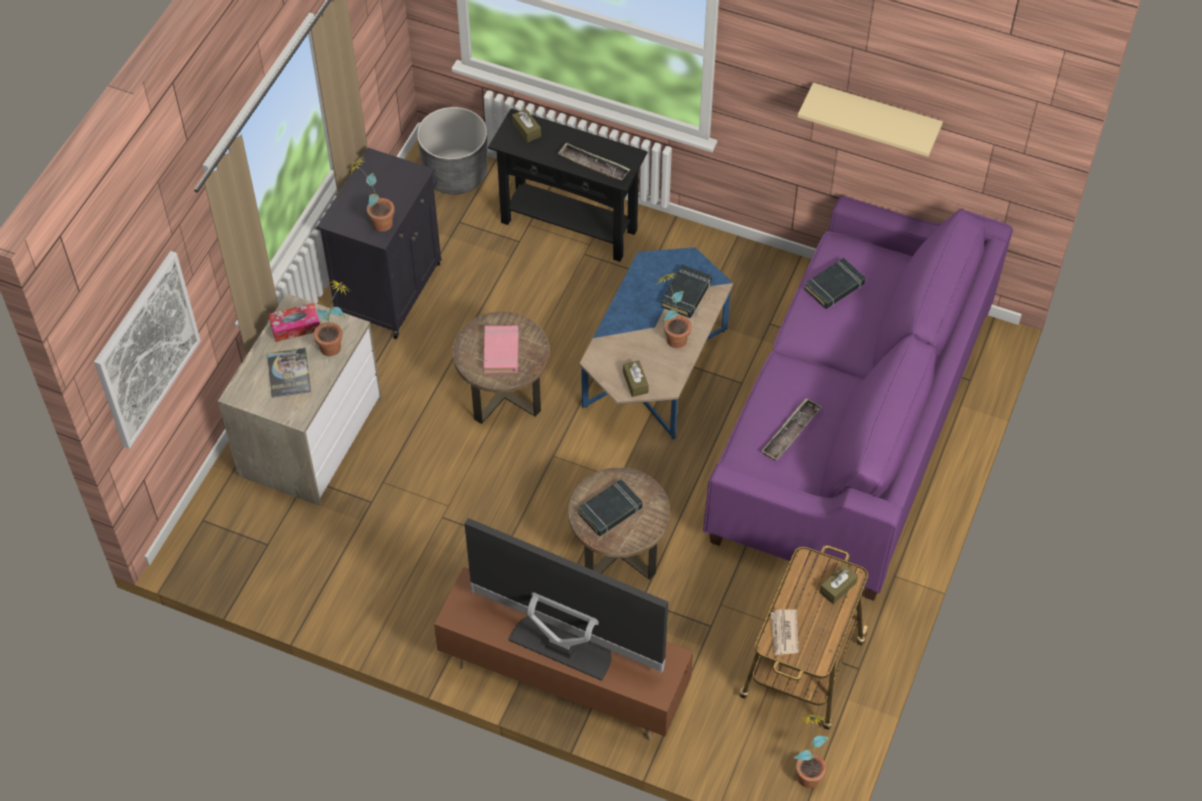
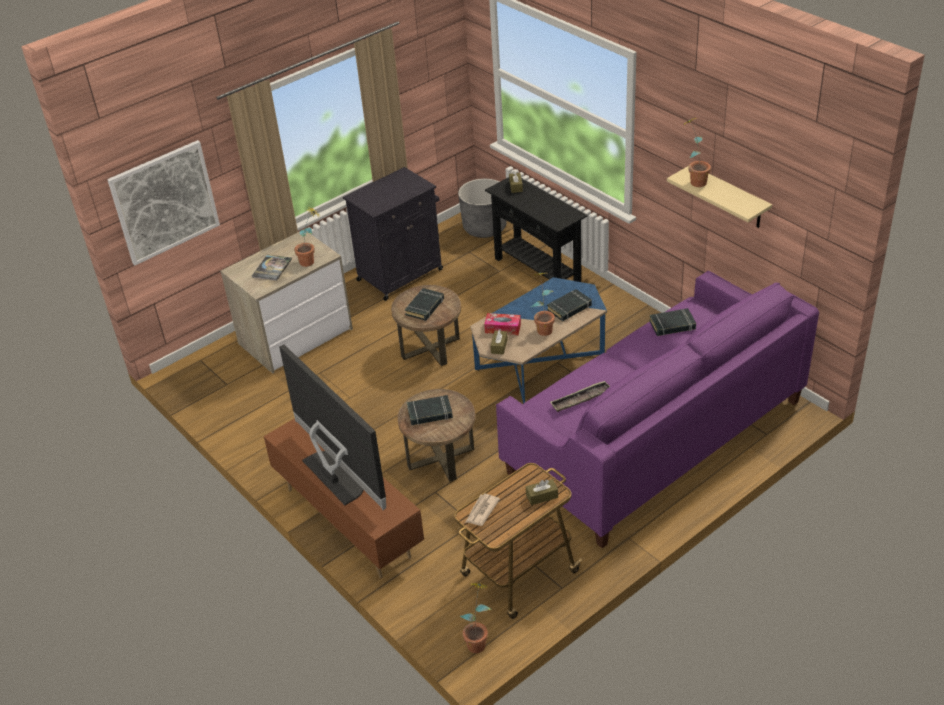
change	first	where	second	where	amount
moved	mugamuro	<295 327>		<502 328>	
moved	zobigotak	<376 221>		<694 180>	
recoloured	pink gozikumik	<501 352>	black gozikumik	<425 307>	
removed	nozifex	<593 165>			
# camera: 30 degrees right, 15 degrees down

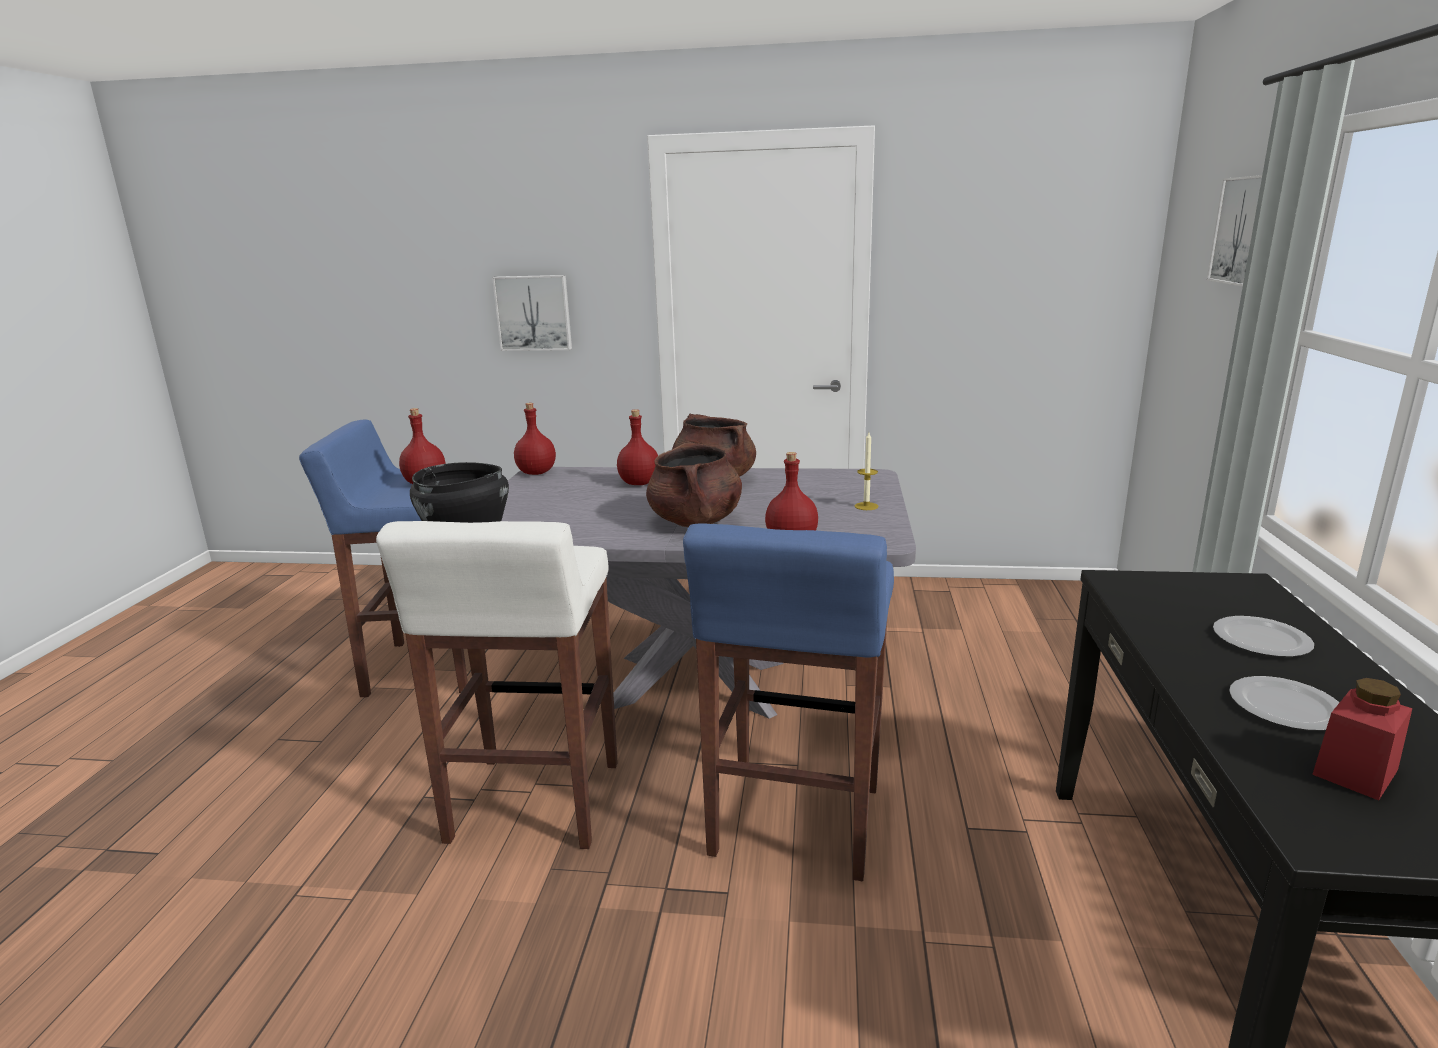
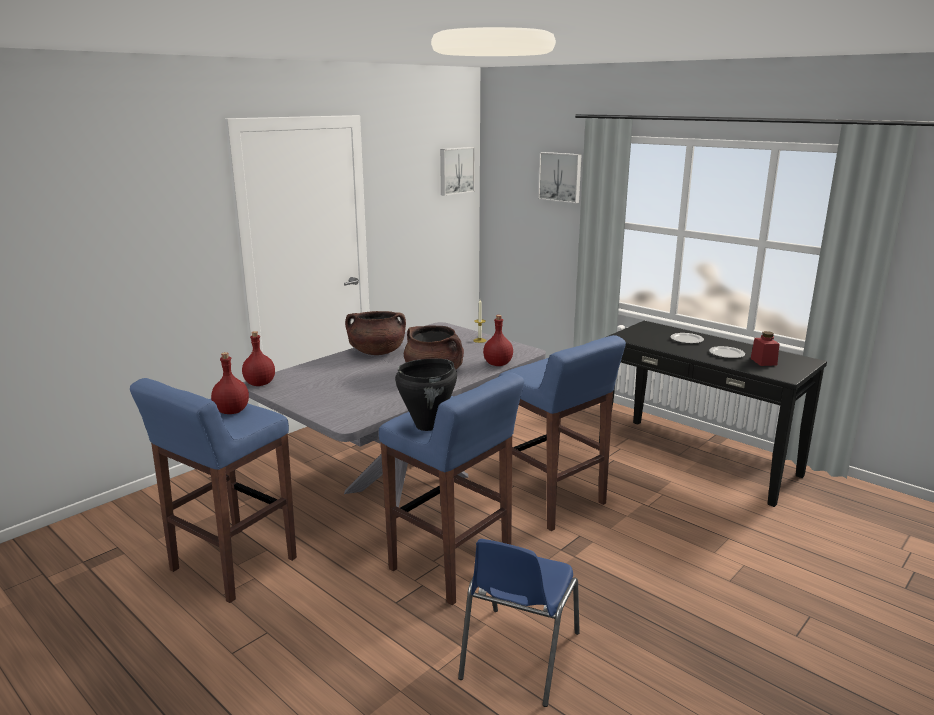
change	first	where	second	where	amount
recoloured	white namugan	<533 803>	blue namugan	<452 566>	
moved	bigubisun	<534 313>		<455 170>	
removed	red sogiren	<640 483>			
added			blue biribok	<518 656>	
# camera: 55 degrees left, 0 degrees up

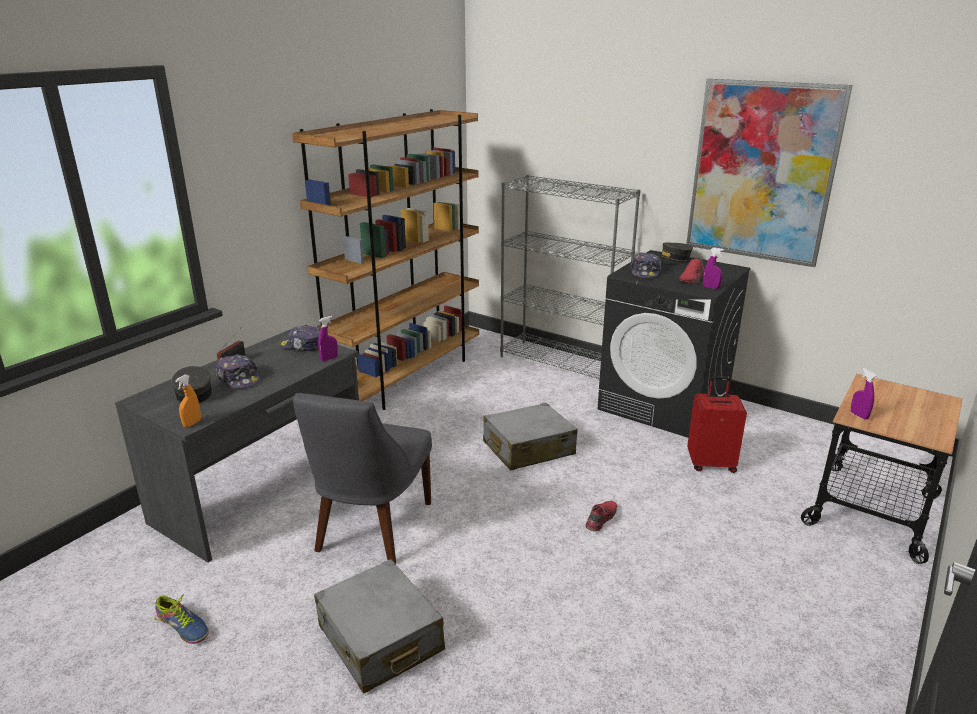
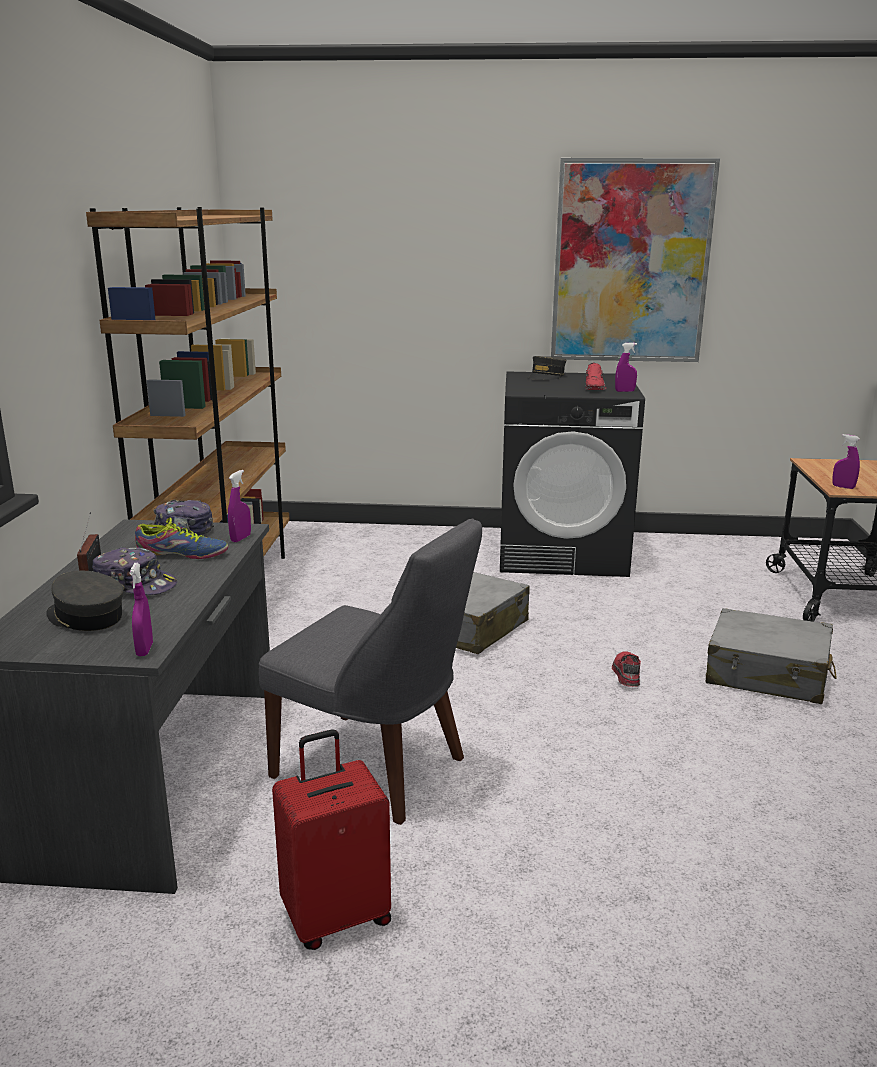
change	first	where	second	where	amount
moved	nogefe	<183 626>		<182 553>	
recoloured	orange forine	<192 423>	purple forine	<144 650>	
turned	grey biribok	<371 529>		<376 769>	45 degrees counterclockwise
moved	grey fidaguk	<380 639>		<767 674>	
removed	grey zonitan	<562 363>			
removed	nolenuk	<645 272>			
moved	red fidaguk	<711 463>		<336 916>	
# camera: 30 degrees left, 5 degrees down

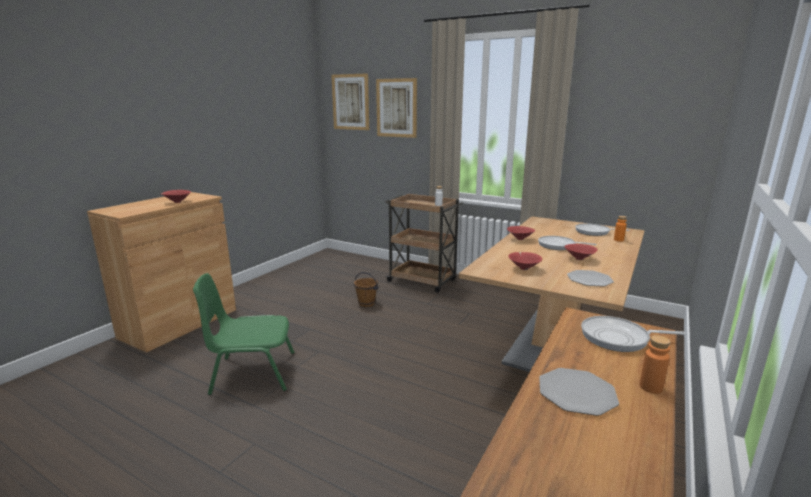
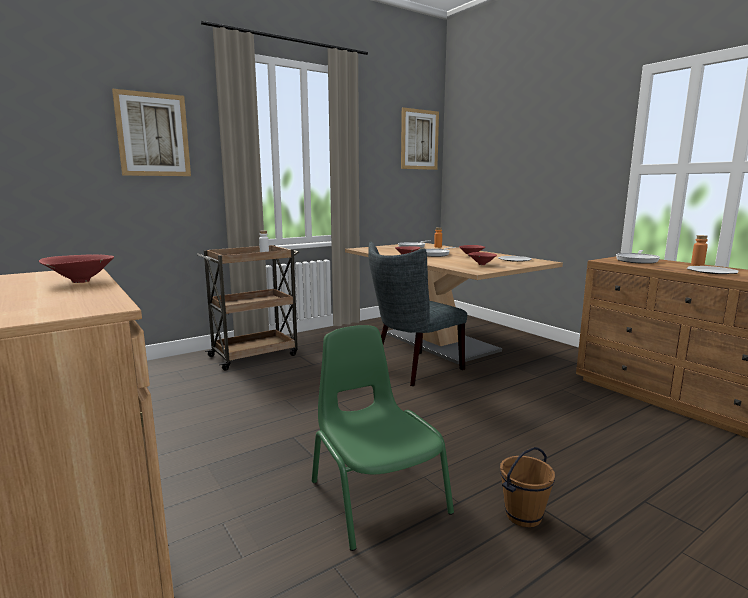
change	first	where	second	where	amount
turned	green biribok	<252 373>		<376 496>	135 degrees clockwise
moved	bigubisun	<350 102>		<419 139>	
moved	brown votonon	<366 303>		<523 515>	
added			grey biribok	<413 370>	
# camera: 65 degrees left, 5 degrees down

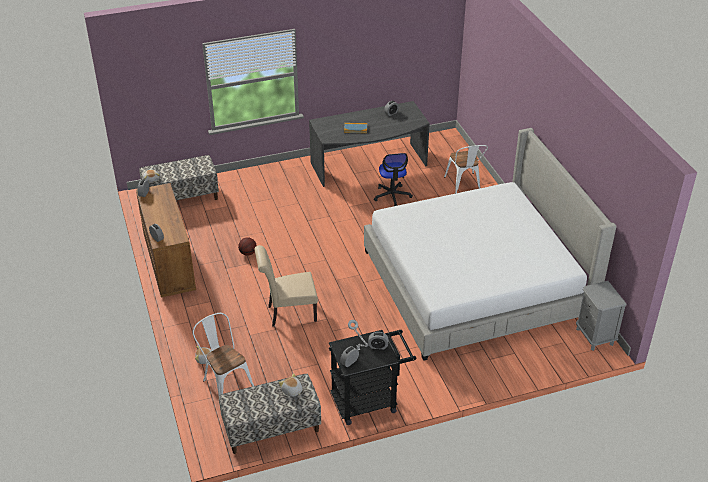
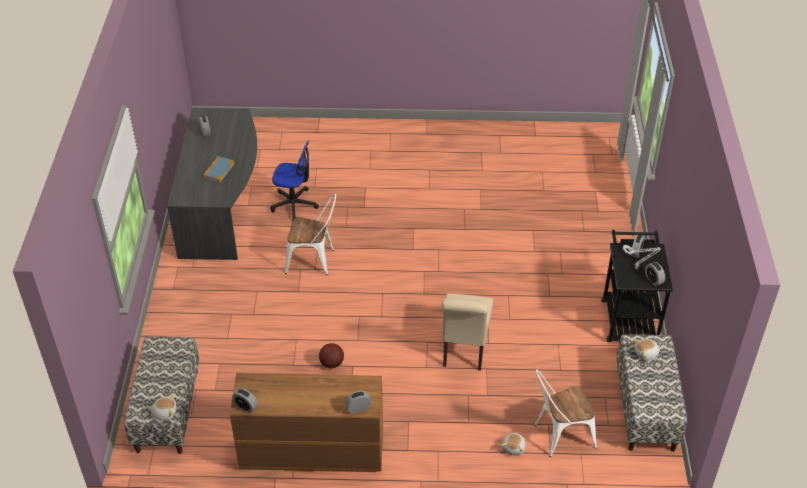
change	first	where	second	where	amount
removed	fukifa	<475 283>			
moved	white biribok	<464 185>		<314 260>	
removed	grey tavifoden	<595 336>			
# camera: 70 degrees left, 5 degrees up

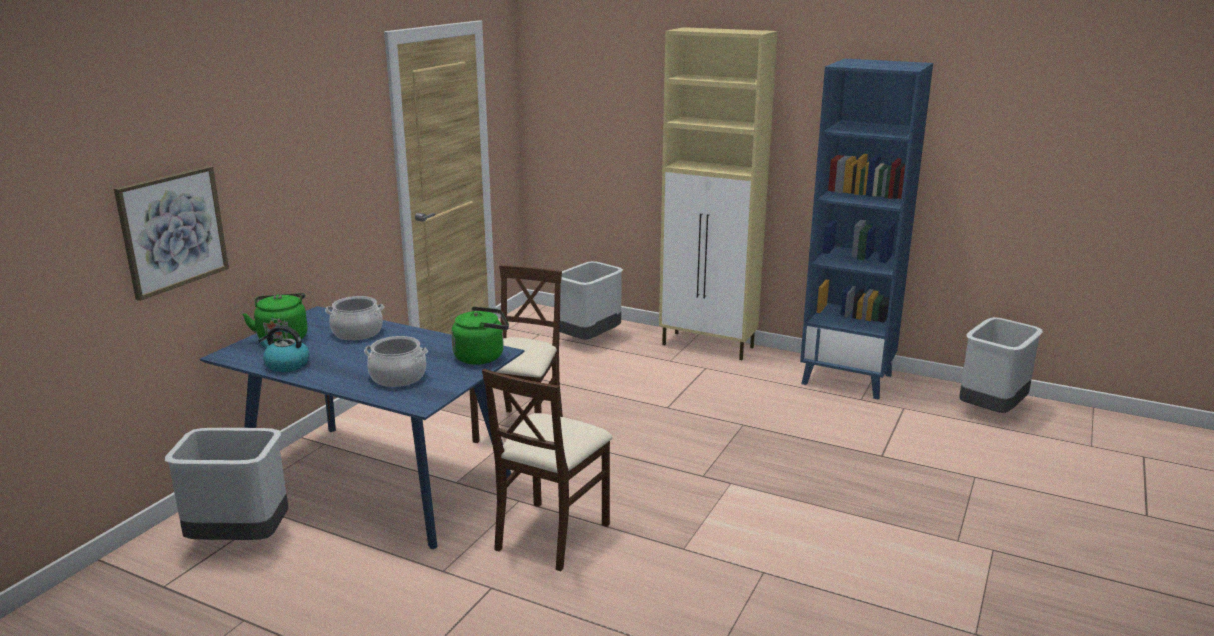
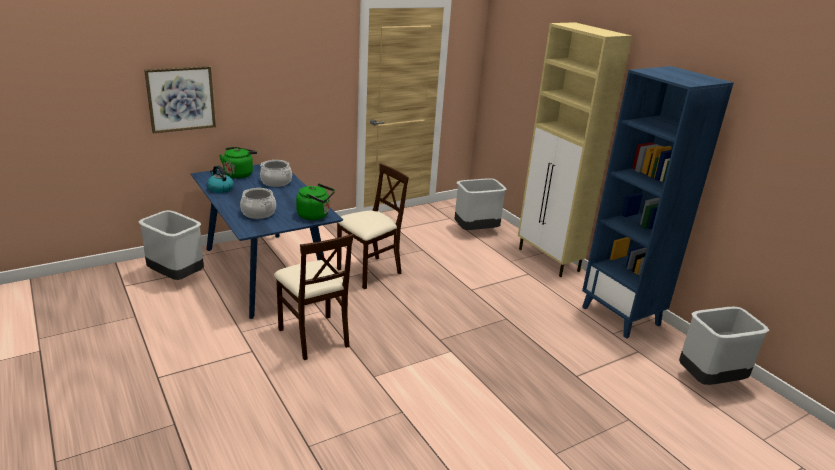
change	first	where	second	where	amount
turned	beige biribok	<551 534>		<314 336>	90 degrees counterclockwise
# camera: 30 degrees right, 5 degrees up

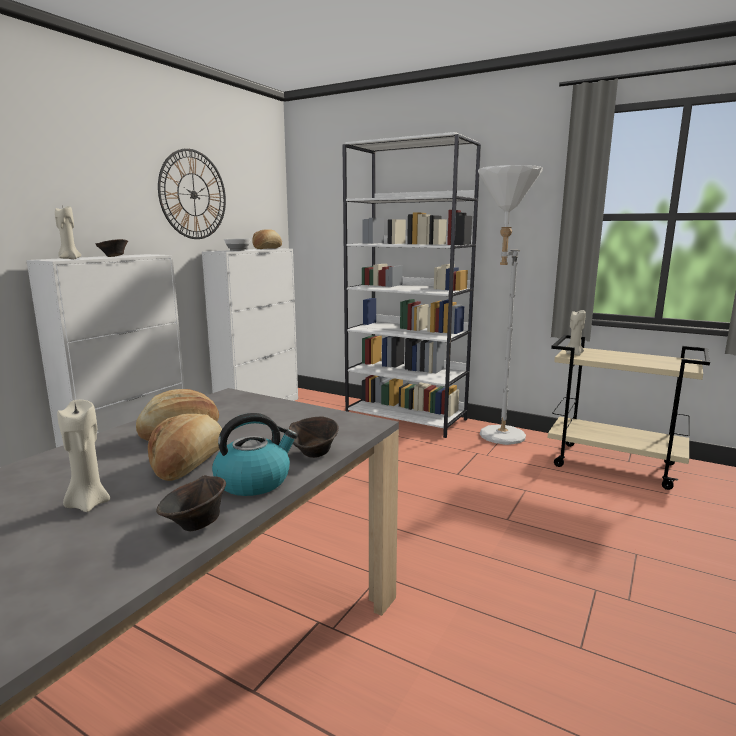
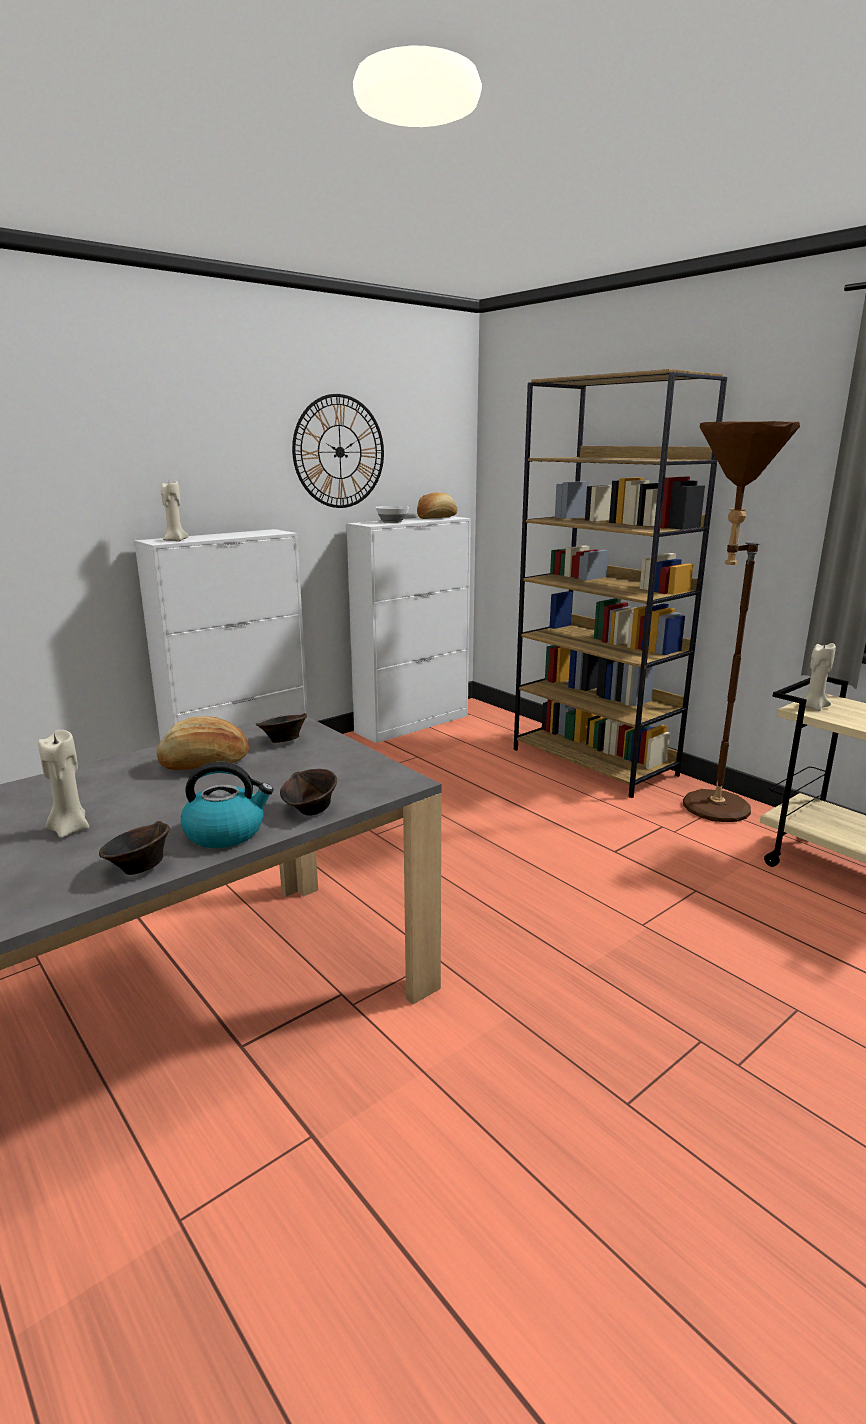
change	first	where	second	where	amount
moved	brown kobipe	<113 257>		<283 741>	
removed	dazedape	<189 464>			
recoloured	white zonitan	<407 418>	brown zonitan	<594 762>	
recoloured	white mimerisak	<495 438>	brown mimerisak	<703 809>	
# camera: 20 degrees right, 5 degrees up

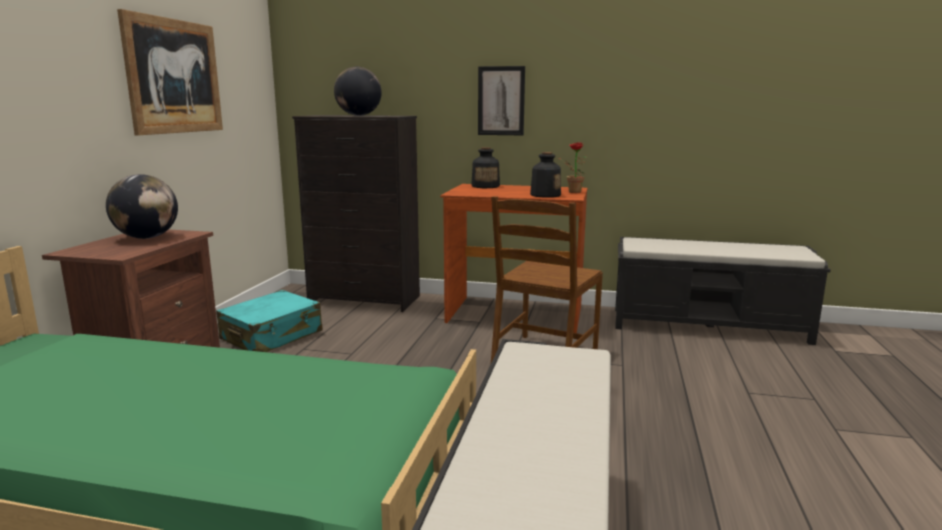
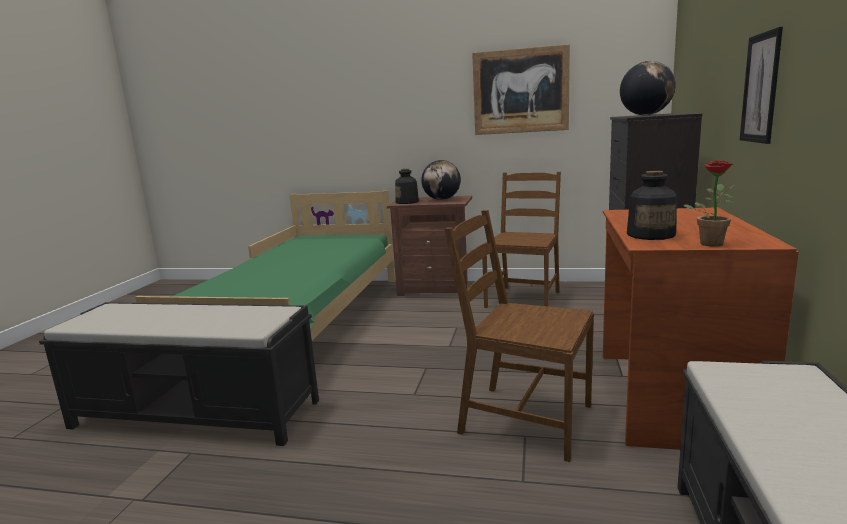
change	first	where	second	where	amount
replaced	turquoise fidaguk	<272 336>	brown biribok	<523 299>	
moved	sogiren	<485 186>		<407 202>	
# camera: 90 degrees right, 0 degrees up

